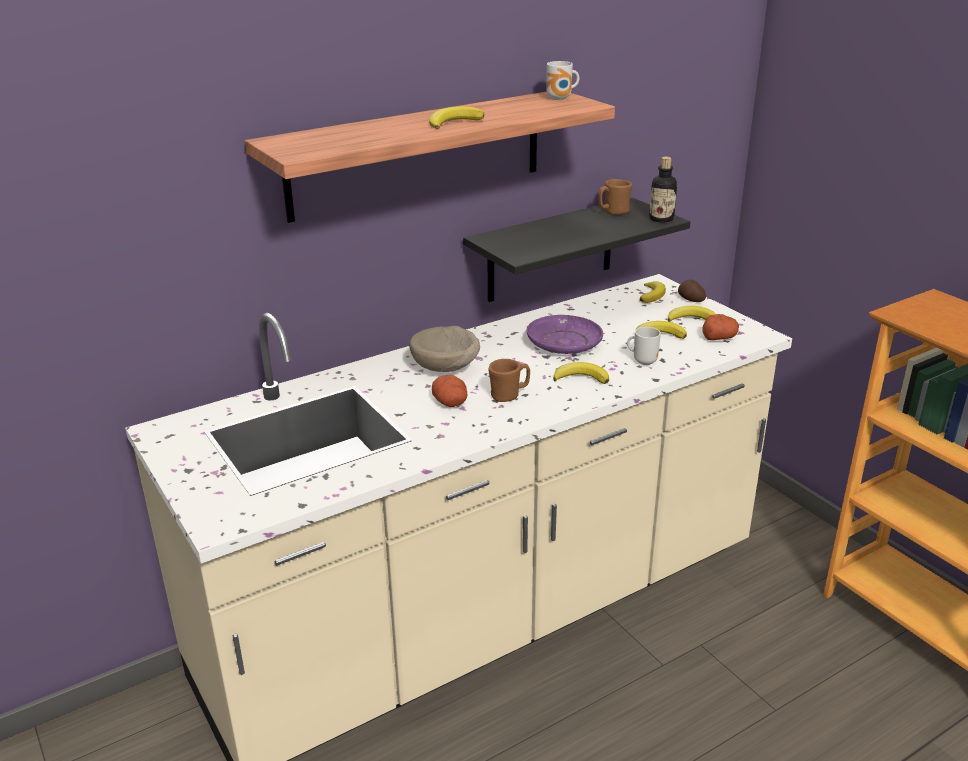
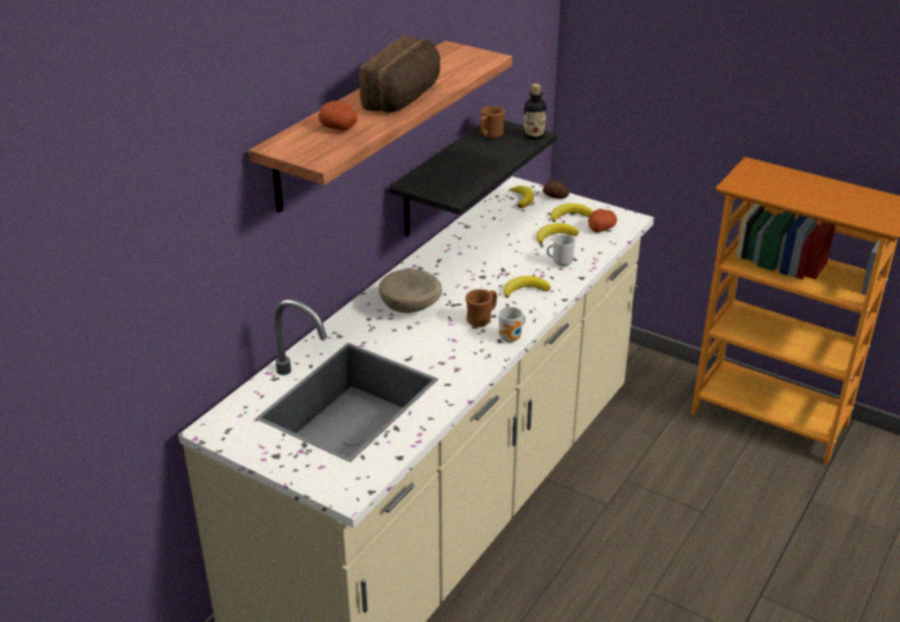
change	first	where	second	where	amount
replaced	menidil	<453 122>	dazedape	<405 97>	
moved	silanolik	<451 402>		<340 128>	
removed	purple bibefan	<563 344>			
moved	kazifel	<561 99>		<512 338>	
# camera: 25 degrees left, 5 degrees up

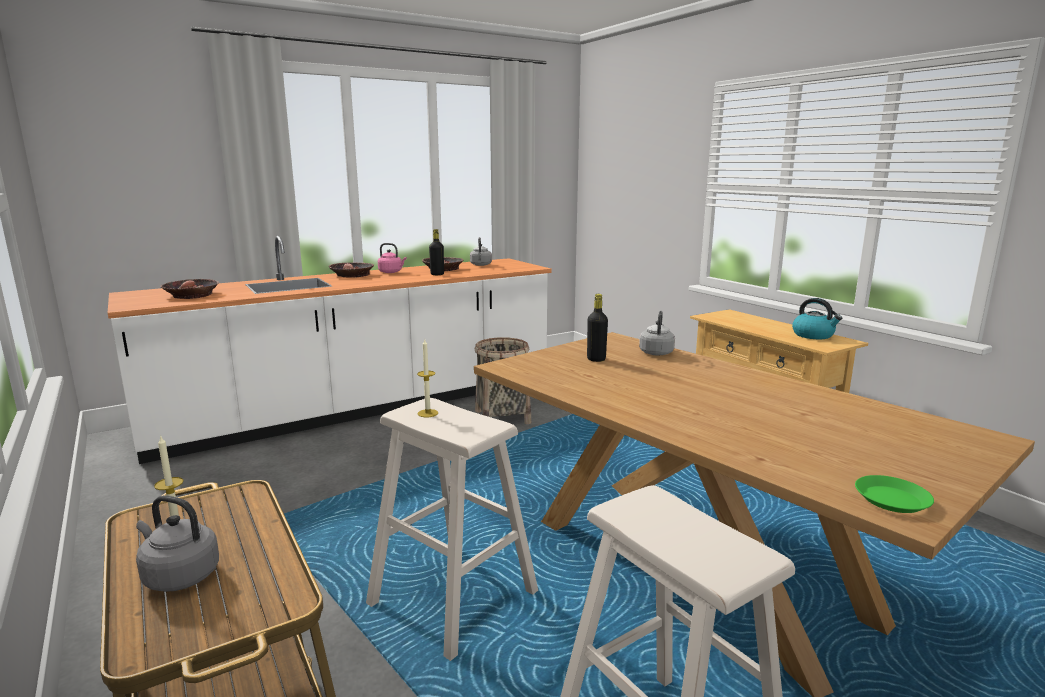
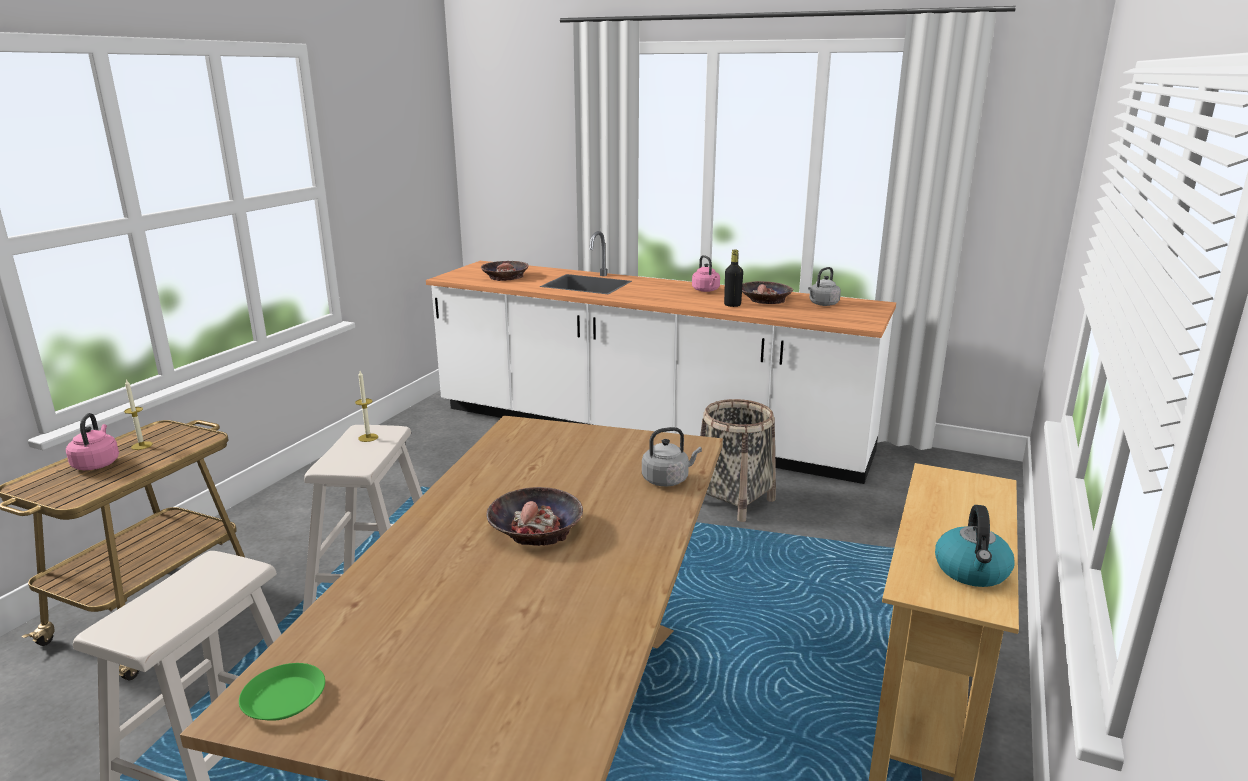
change	first	where	second	where	amount
recoloured	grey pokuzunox	<179 576>	pink pokuzunox	<97 463>	
moved	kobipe	<352 275>		<536 528>	
removed	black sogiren	<596 359>			
# camera: 55 degrees right, 5 degrees up

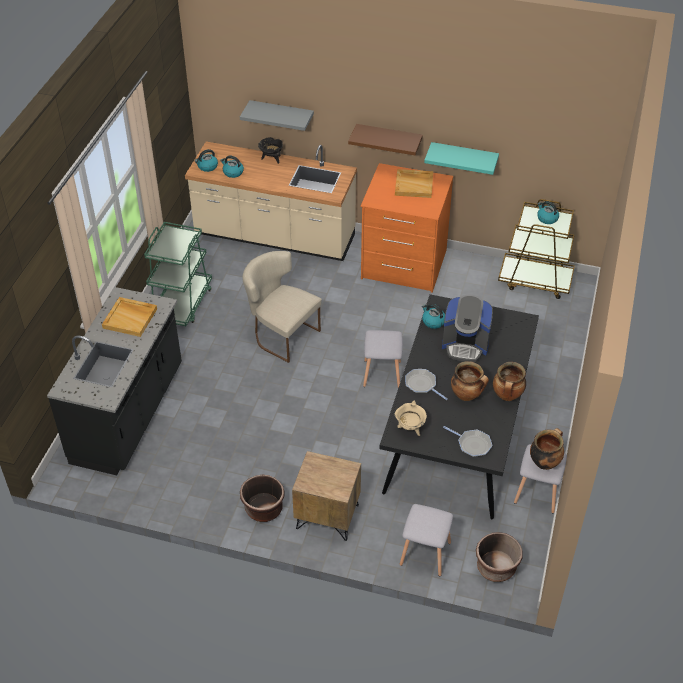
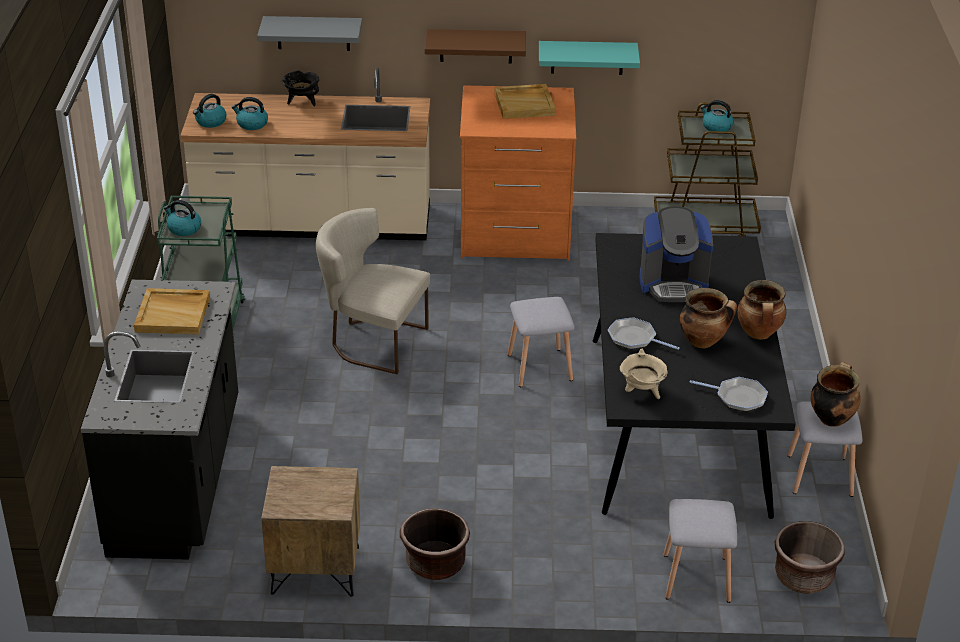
change	first	where	second	where	amount
moved	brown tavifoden	<327 517>		<315 571>	
moved	pokuzunox	<433 321>		<183 228>	
# camera: 15 degrees left, 10 degrees down

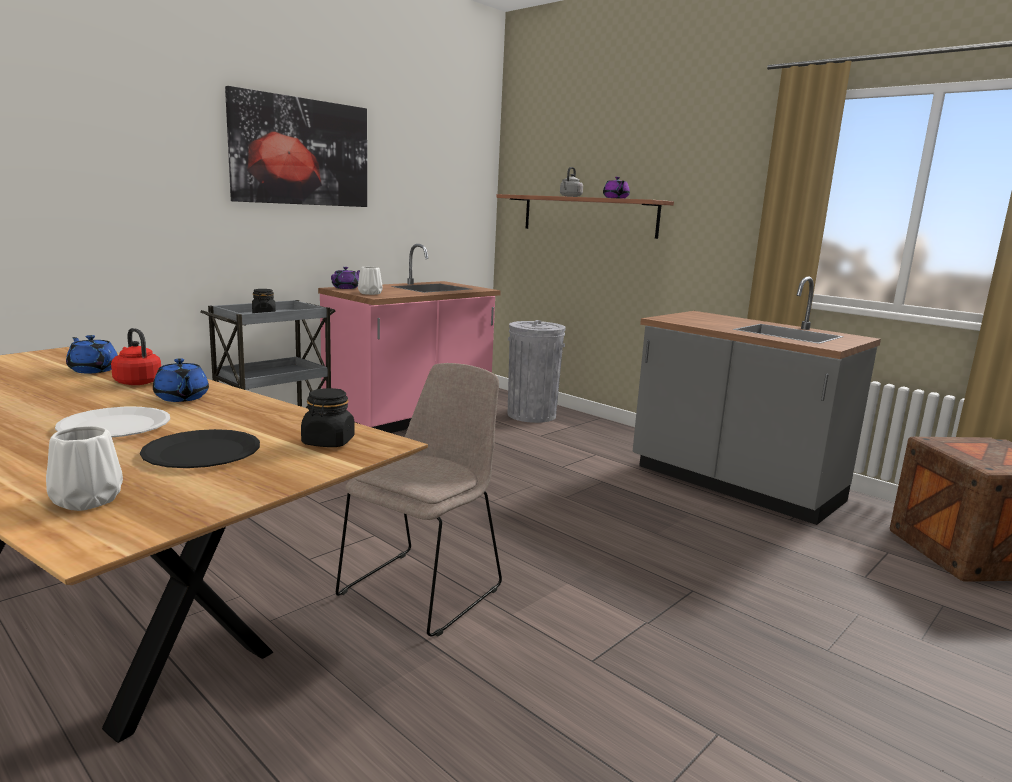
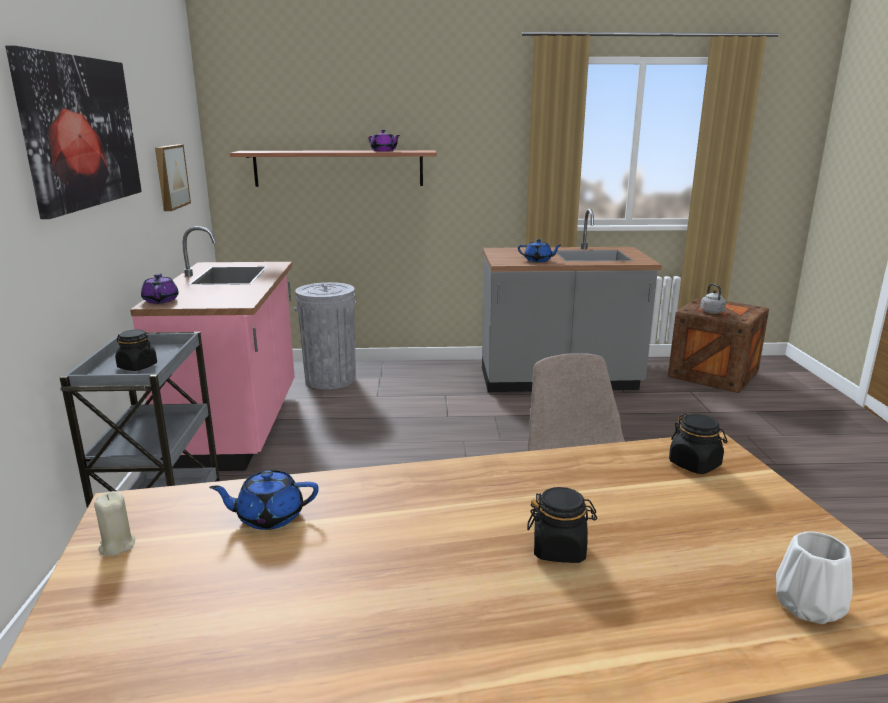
change	first	where	second	where	amount
replaced	white bibefan	<114 426>	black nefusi	<559 549>	
removed	red pokuzunox	<137 382>			
removed	black bibefan	<202 452>			
moved	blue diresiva	<181 398>		<538 260>	
removed	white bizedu	<370 293>			
moved	grey pokuzunox	<570 196>		<713 312>	
added			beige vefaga	<117 545>	
added			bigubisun	<170 177>	
# camera: 45 degrees left, 5 degrees up

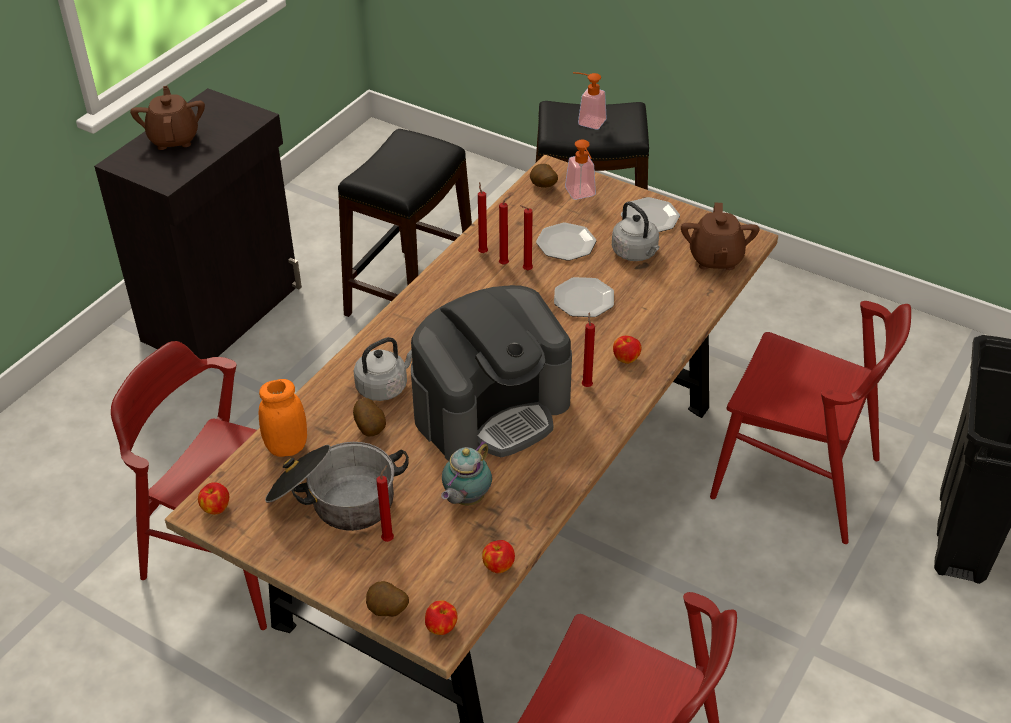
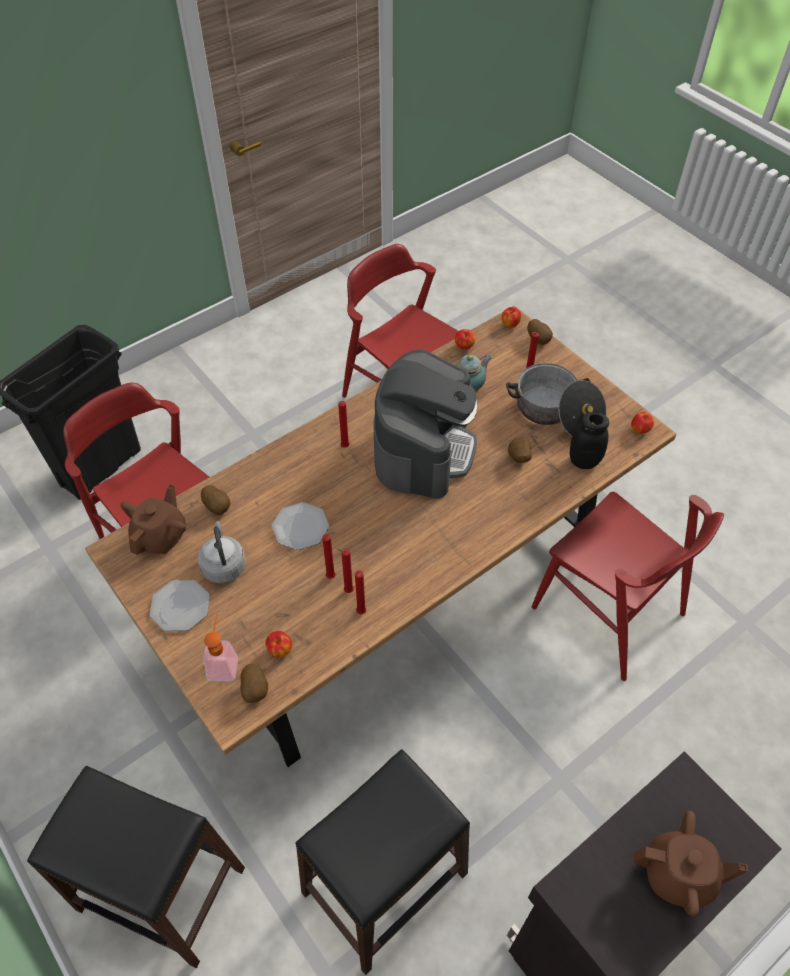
change	first	where	second	where	amount
turned	brown diresiva	<174 139>		<679 874>	90 degrees counterclockwise
recoloured	orange nefusi	<287 447>	black nefusi	<584 461>	
removed	grey pokuzunox	<384 386>			
turned	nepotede	<491 409>		<423 448>	120 degrees clockwise
removed	bibefan	<566 244>			
removed	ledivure	<587 121>			
moved	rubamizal	<626 358>		<280 650>	
added			silanolik	<218 507>	
# camera: 160 degrees left, 10 degrees up

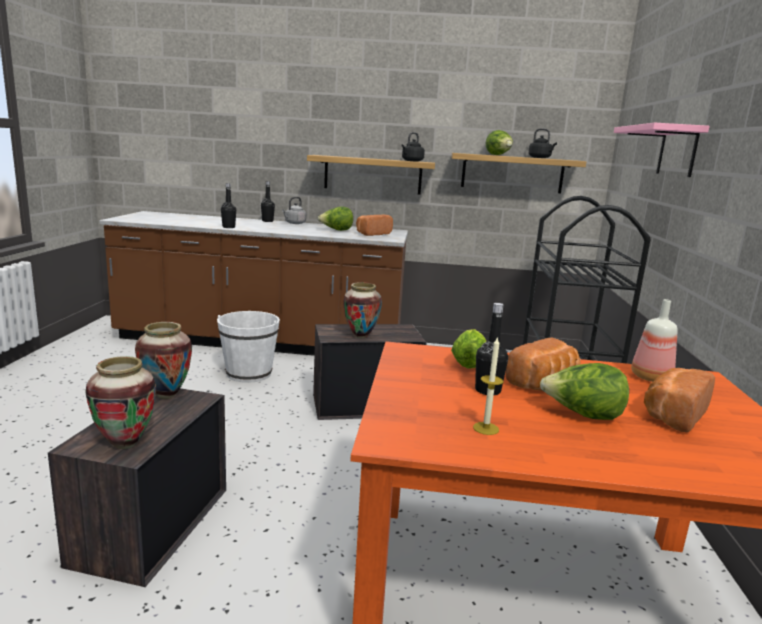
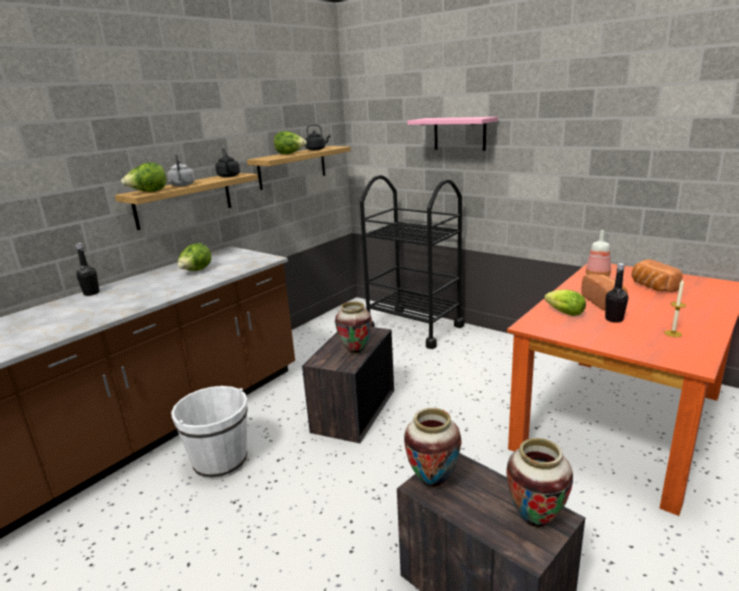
change	first	where	second	where	amount
removed	black sogiren	<228 227>			
moved	grey pokuzunox	<294 223>		<182 185>	
removed	dazedape	<372 234>			
moved	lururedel	<582 415>		<148 192>	
# camera: 55 degrees left, 5 degrees up

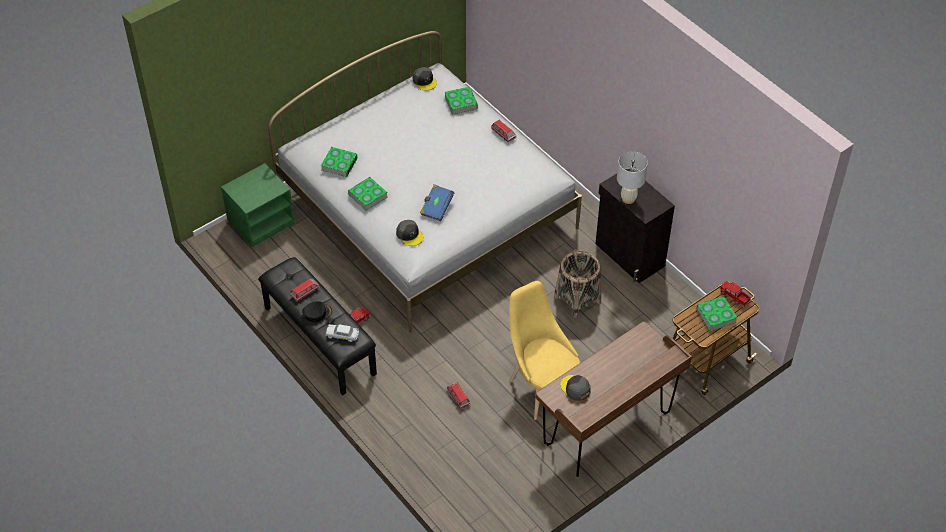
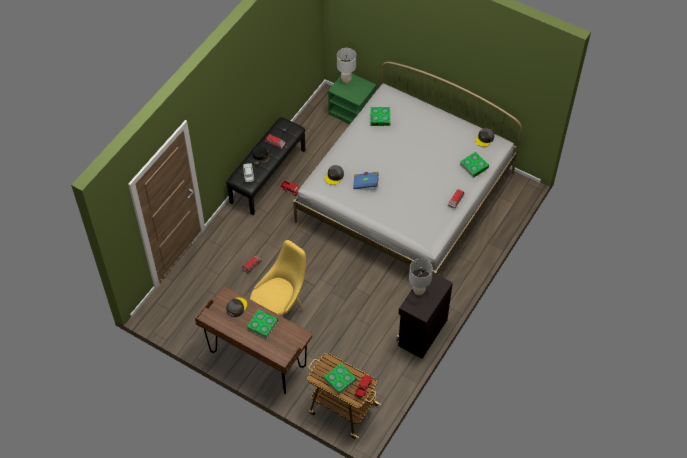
change	first	where	second	where	amount
moved	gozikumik	<368 196>		<262 325>	
removed	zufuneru	<577 299>			
added			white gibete	<346 80>	
# camera: 70 degrees right, 5 degrees up

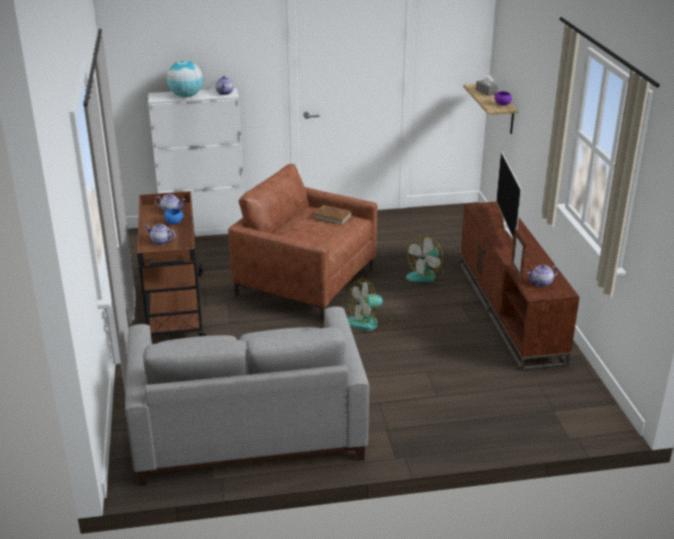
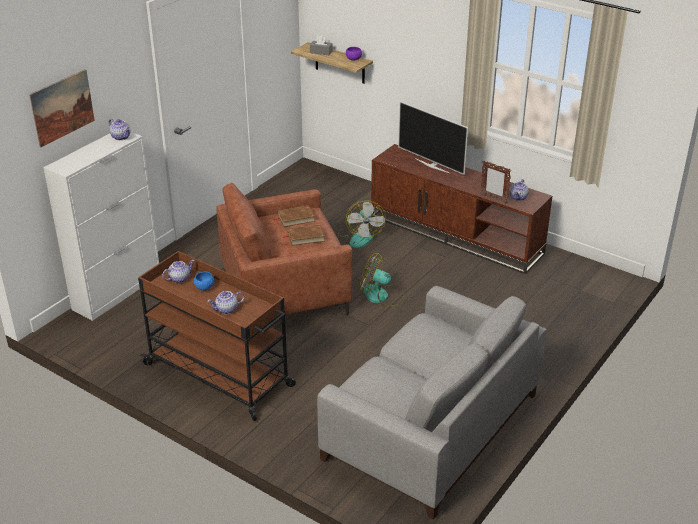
change	first	where	second	where	amount
removed	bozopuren	<186 96>			
turned	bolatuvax	<369 322>		<382 296>	90 degrees clockwise
added			bigubisun	<62 107>	
added			brown gozikumik	<306 237>	
# camera: 45 degrees left, 5 degrees up

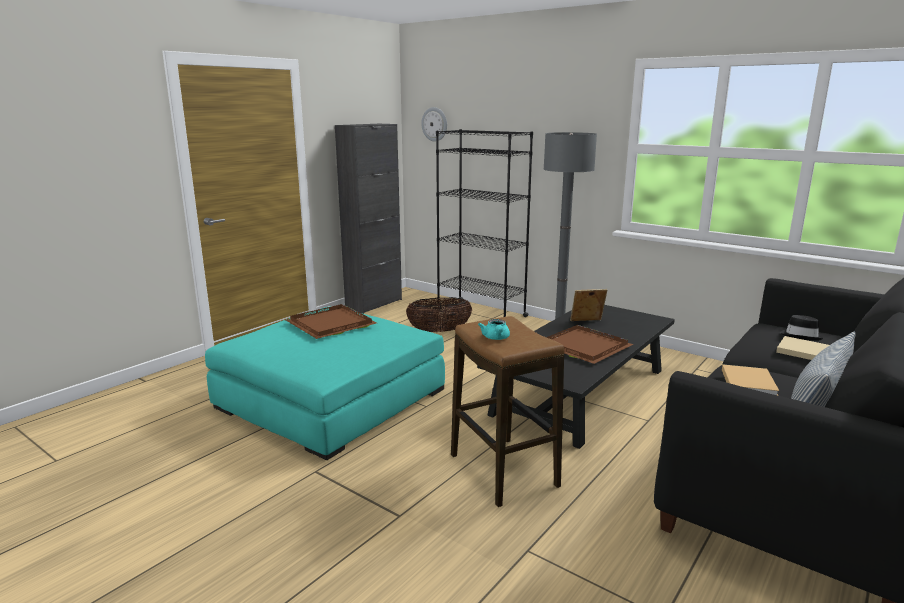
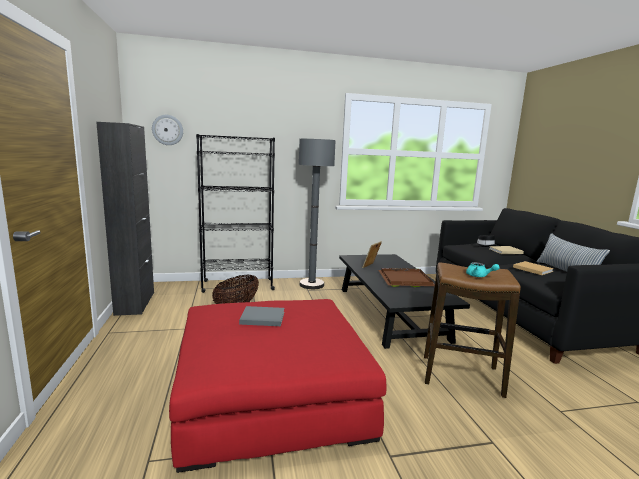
change	first	where	second	where	amount
recoloured	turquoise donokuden	<331 399>	red donokuden	<270 393>	
replaced	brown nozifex	<329 324>	grey gozikumik	<261 318>	
# camera: 50 degrees left, 5 degrees down

